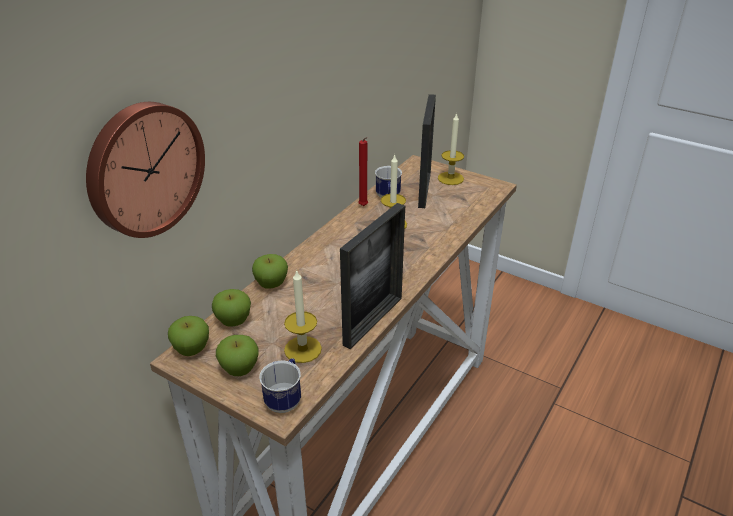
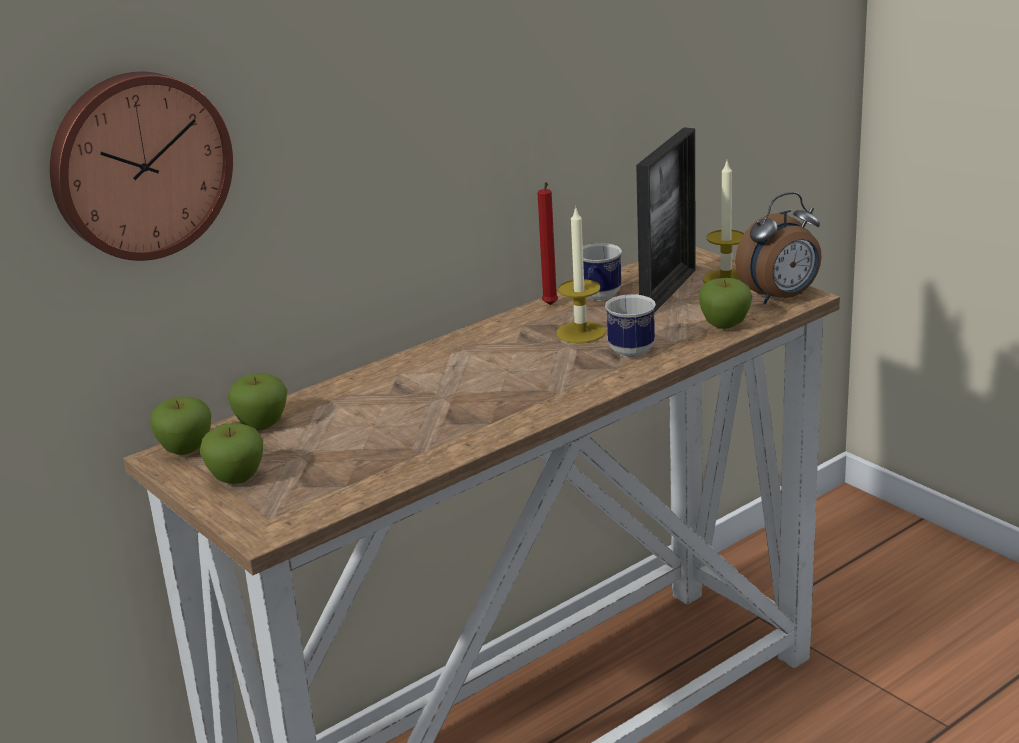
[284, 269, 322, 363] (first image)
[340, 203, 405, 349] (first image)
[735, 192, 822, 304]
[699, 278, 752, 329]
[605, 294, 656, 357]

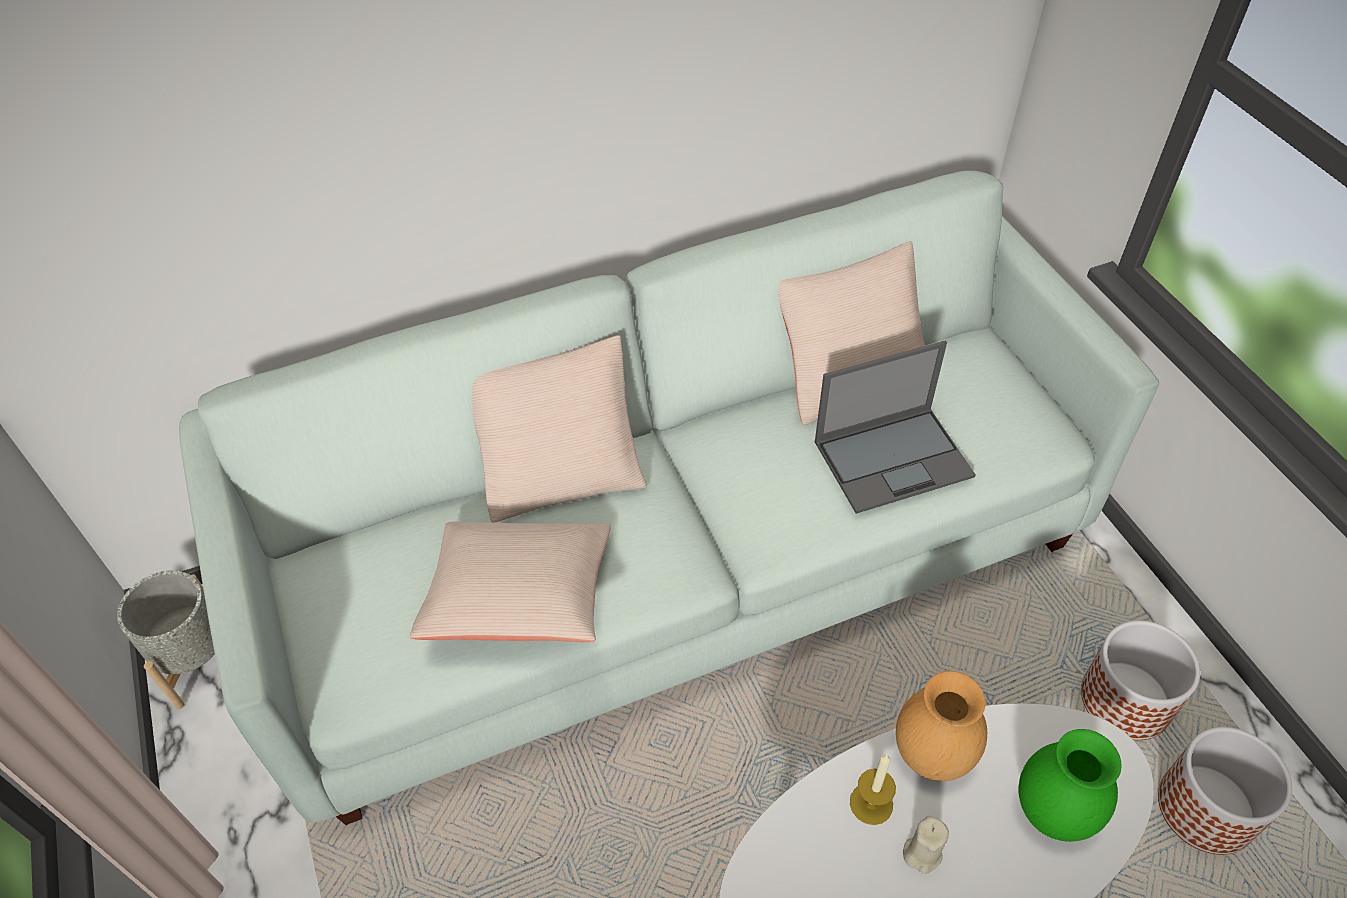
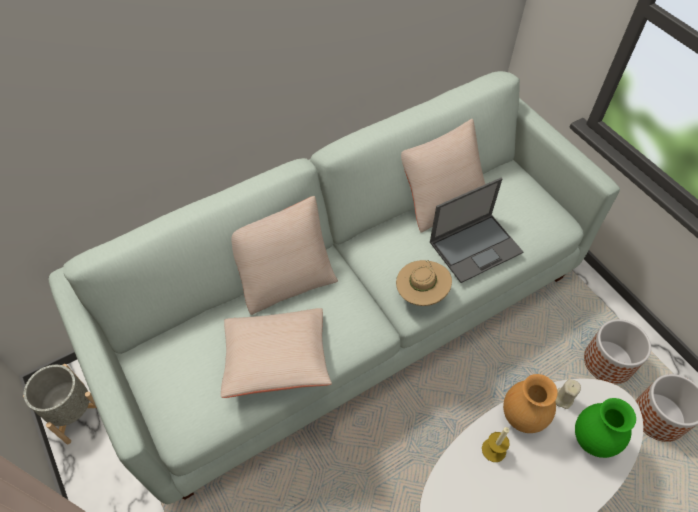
[396, 260, 452, 306]
[555, 379, 581, 409]

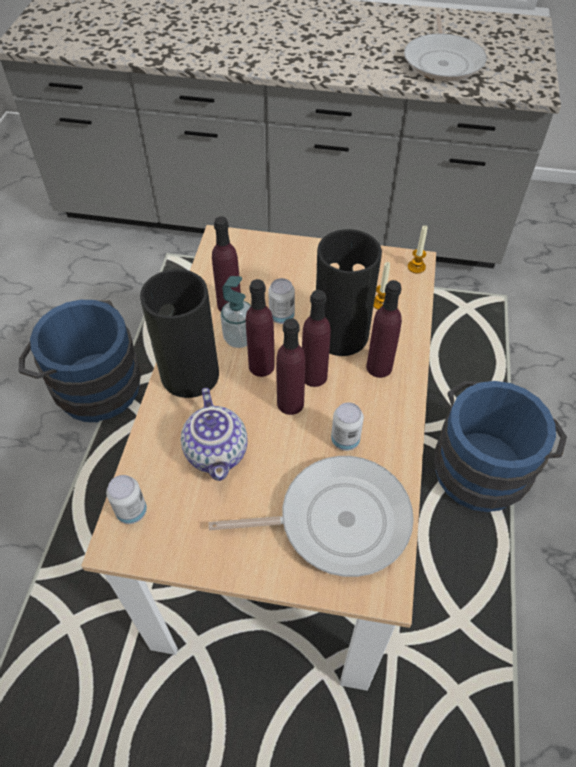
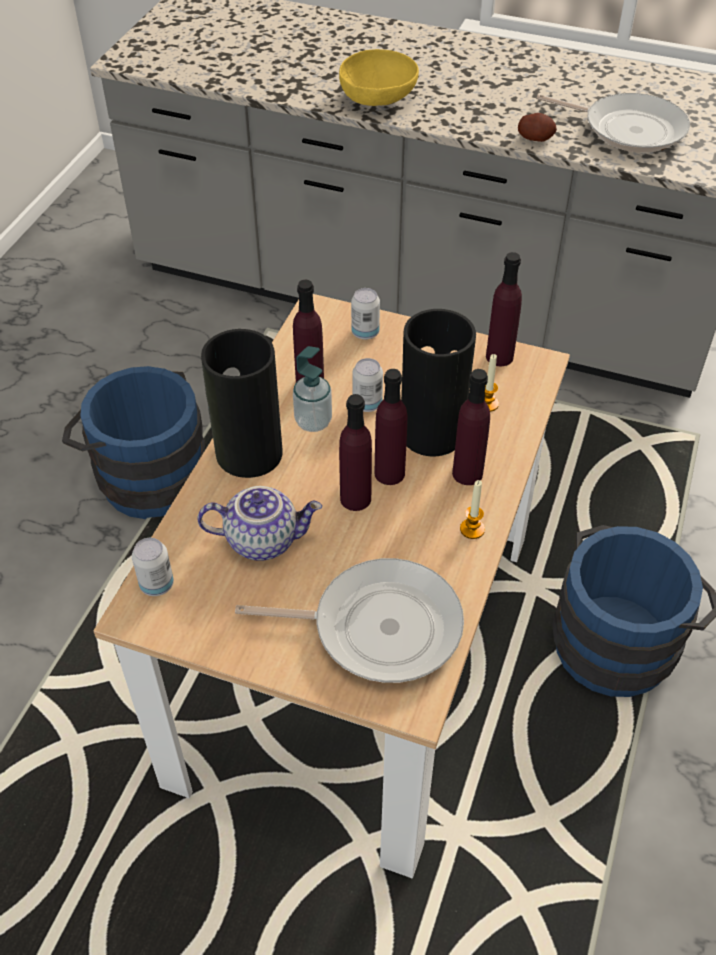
[339, 49, 419, 106]
[518, 113, 557, 142]
[486, 252, 522, 366]
[351, 288, 380, 340]
[460, 480, 485, 539]
[198, 486, 322, 561]
[537, 93, 690, 153]

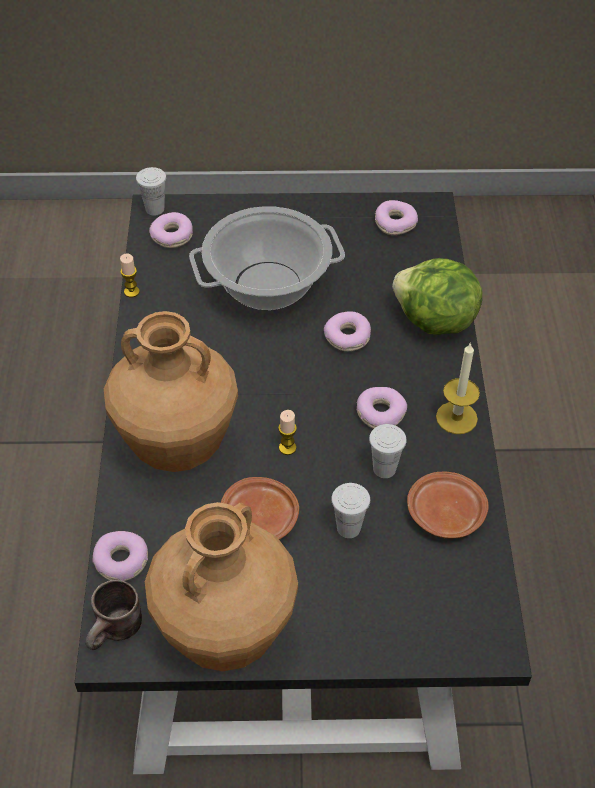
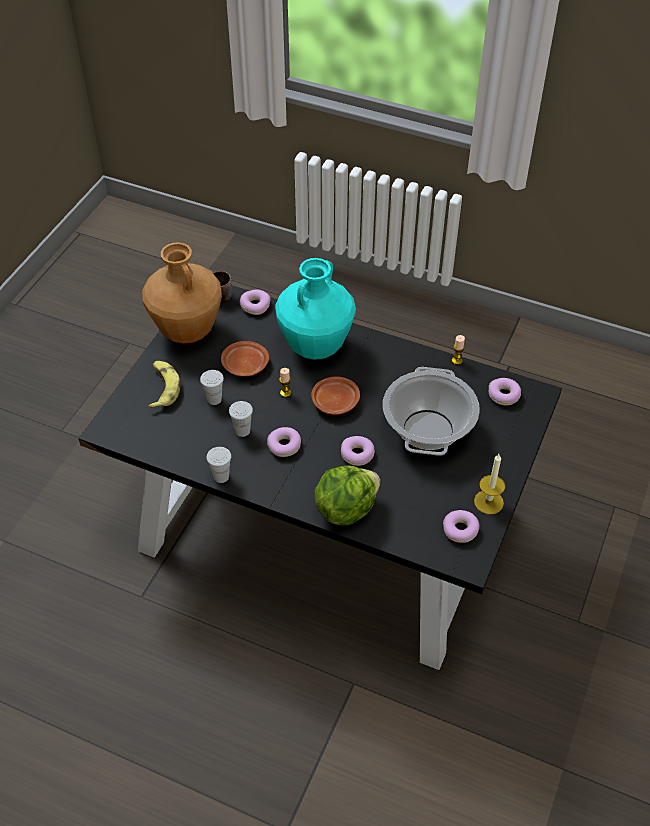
[148, 361, 180, 409]
[207, 447, 231, 483]
[311, 376, 360, 415]
[474, 454, 505, 514]
[275, 258, 356, 360]

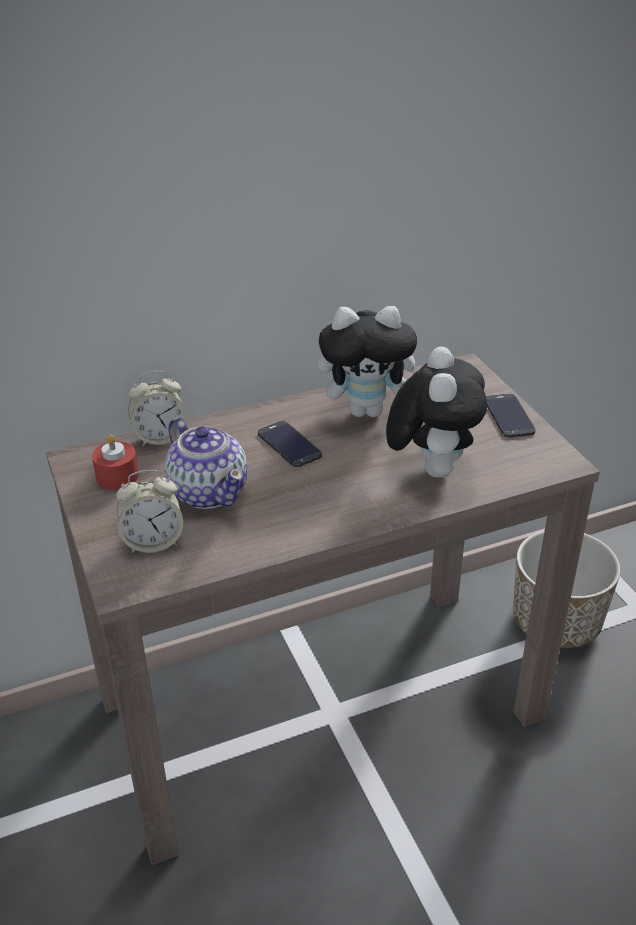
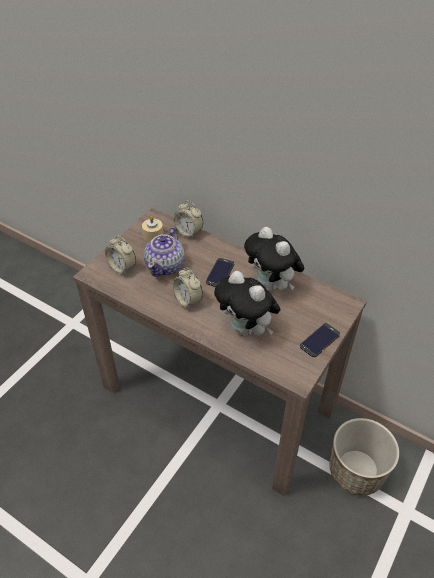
[173, 267, 203, 309]
[142, 216, 163, 242]
[214, 271, 280, 336]

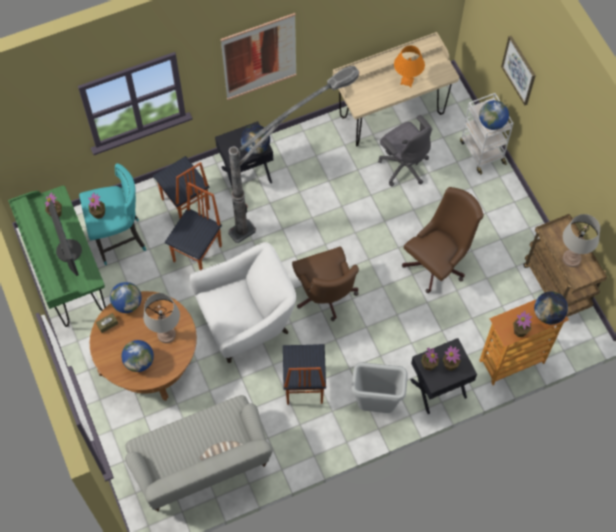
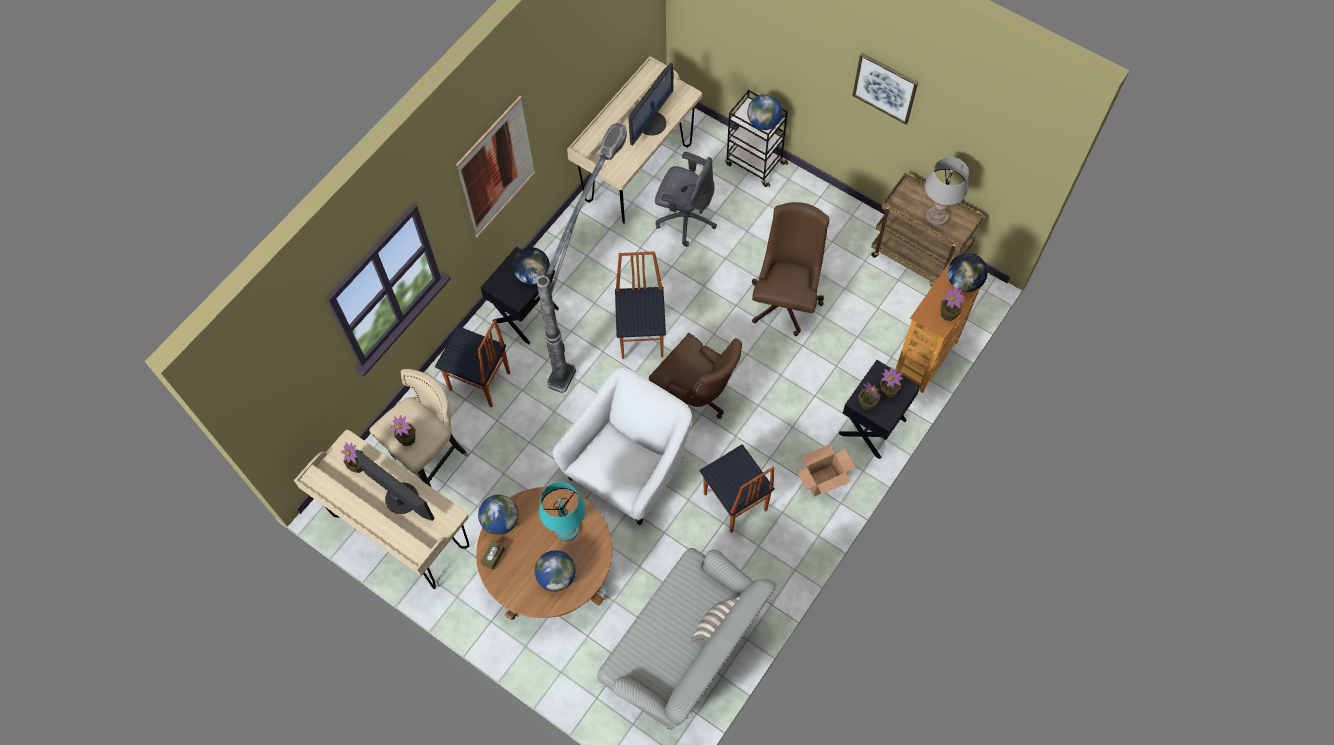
[615, 251, 666, 359]
[852, 53, 918, 124]
[797, 444, 855, 497]
[628, 63, 673, 146]
[294, 430, 469, 589]
[369, 369, 469, 487]
[539, 482, 586, 541]
[725, 90, 788, 187]

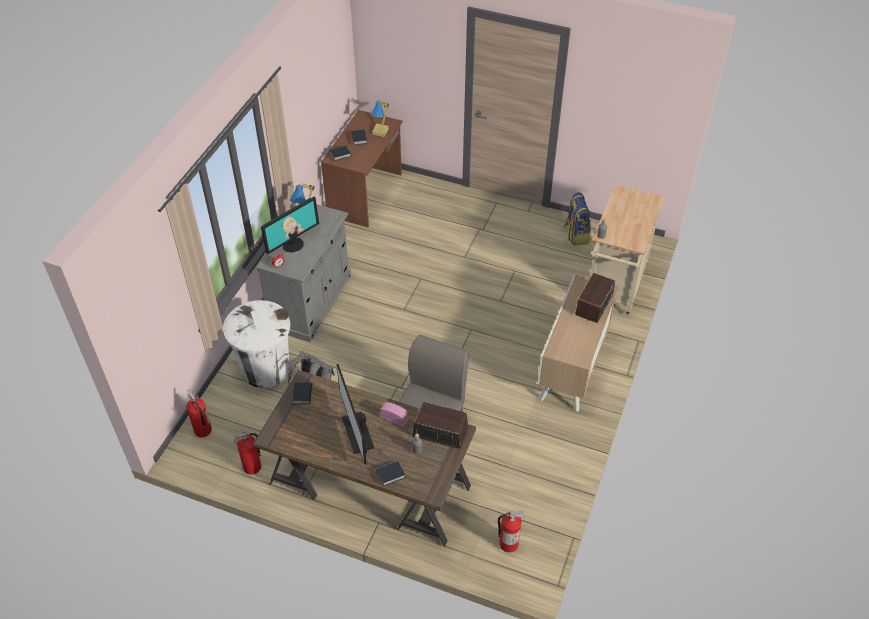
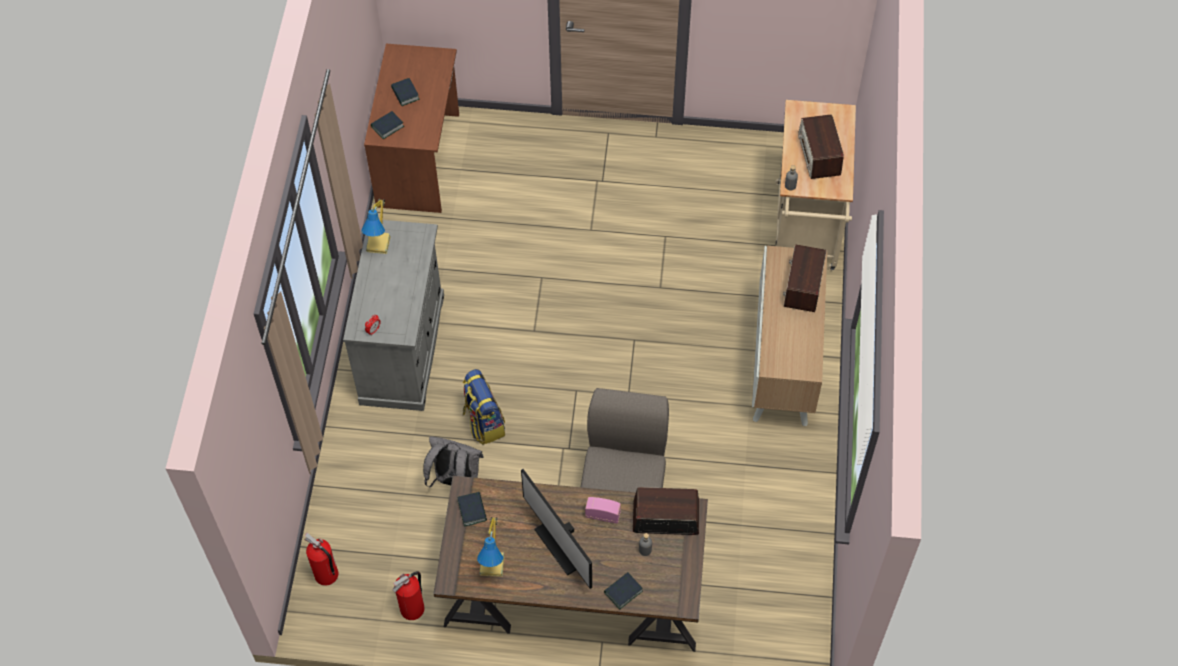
[223, 300, 290, 388] (first image)
[261, 197, 319, 254] (first image)
[498, 510, 524, 553] (first image)
[798, 114, 844, 179]
[477, 517, 504, 576]
[463, 369, 505, 445]

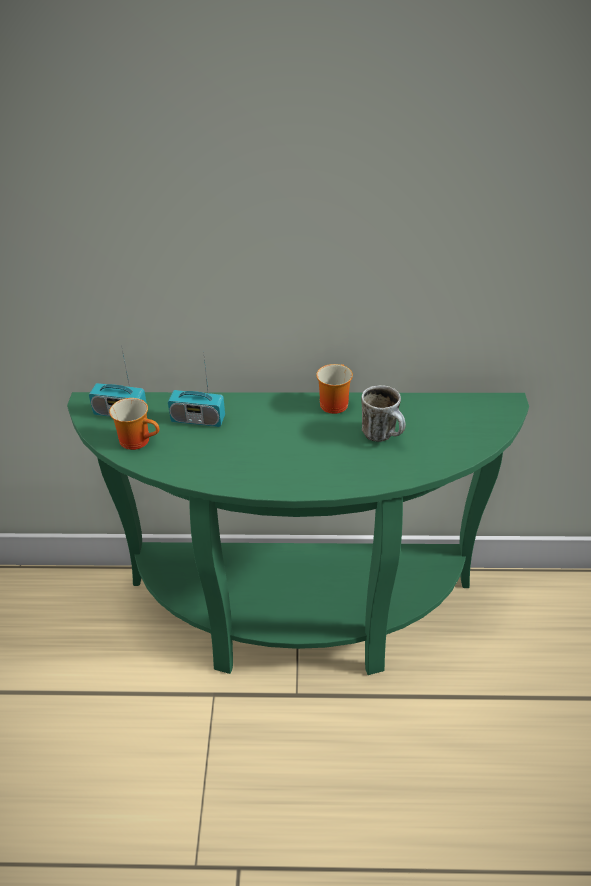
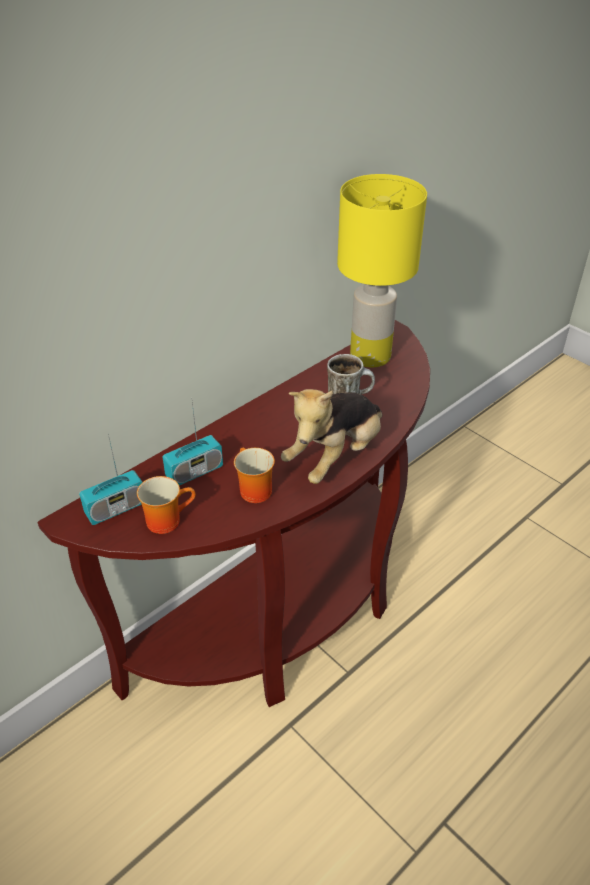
[281, 389, 383, 484]
[337, 174, 427, 367]
[234, 447, 275, 503]
[38, 320, 430, 707]

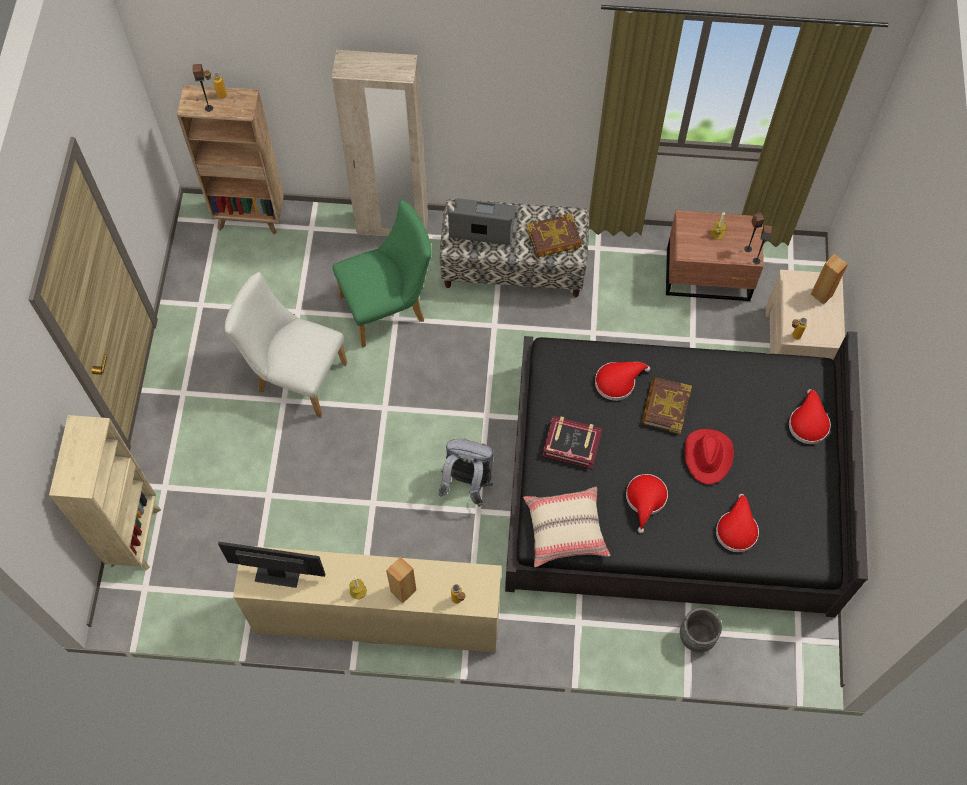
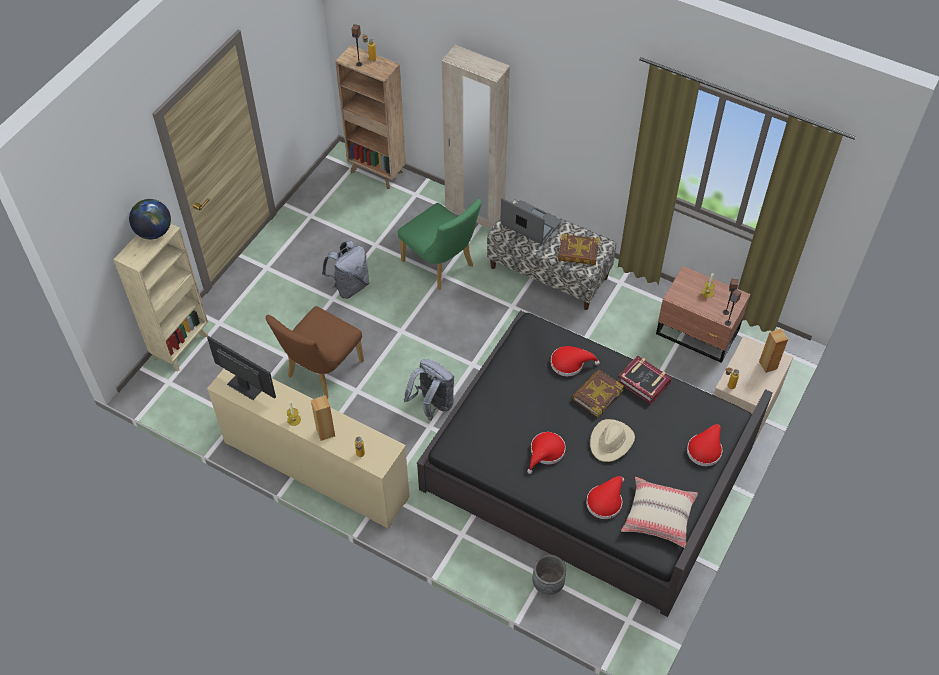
[129, 199, 171, 239]
[265, 306, 364, 399]
[621, 477, 698, 548]
[618, 355, 672, 404]
[322, 240, 370, 299]
[590, 419, 635, 462]
[398, 199, 482, 290]

